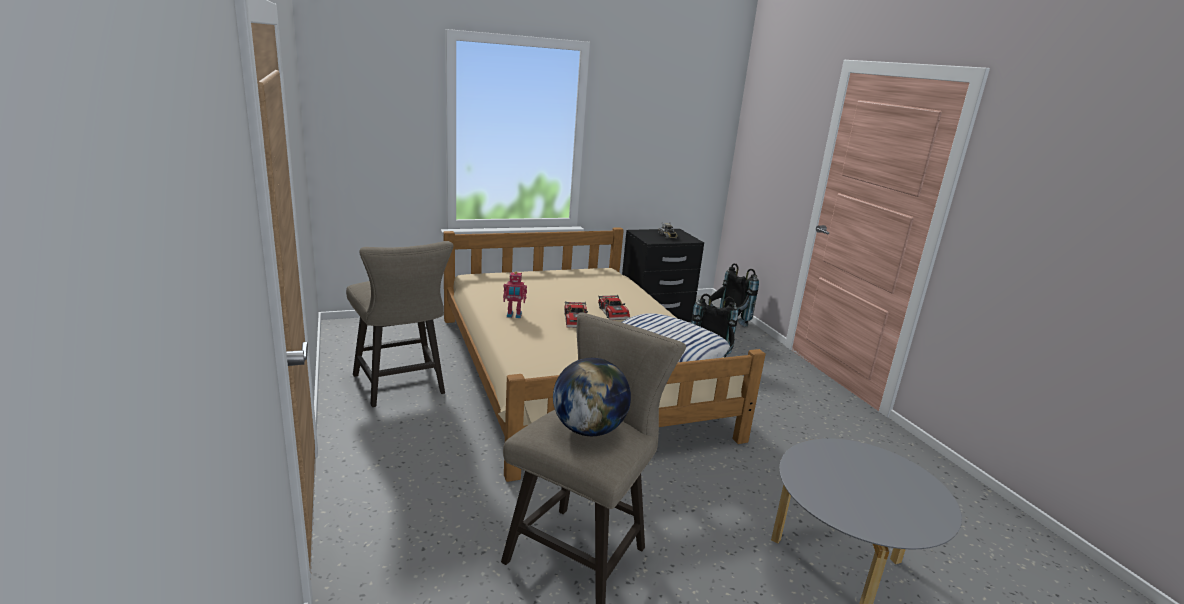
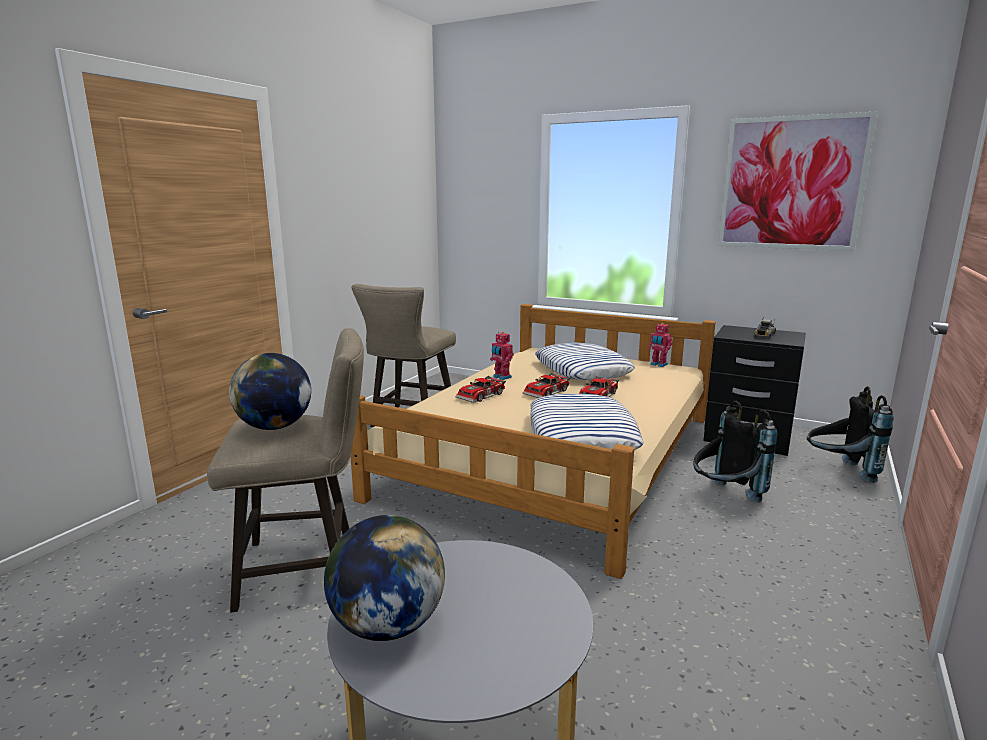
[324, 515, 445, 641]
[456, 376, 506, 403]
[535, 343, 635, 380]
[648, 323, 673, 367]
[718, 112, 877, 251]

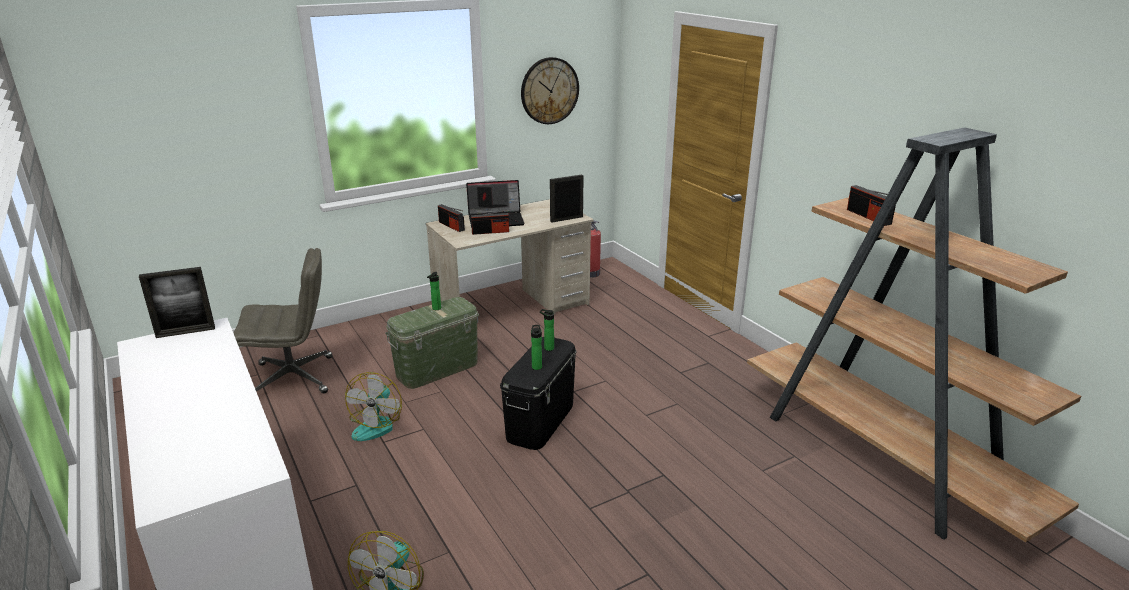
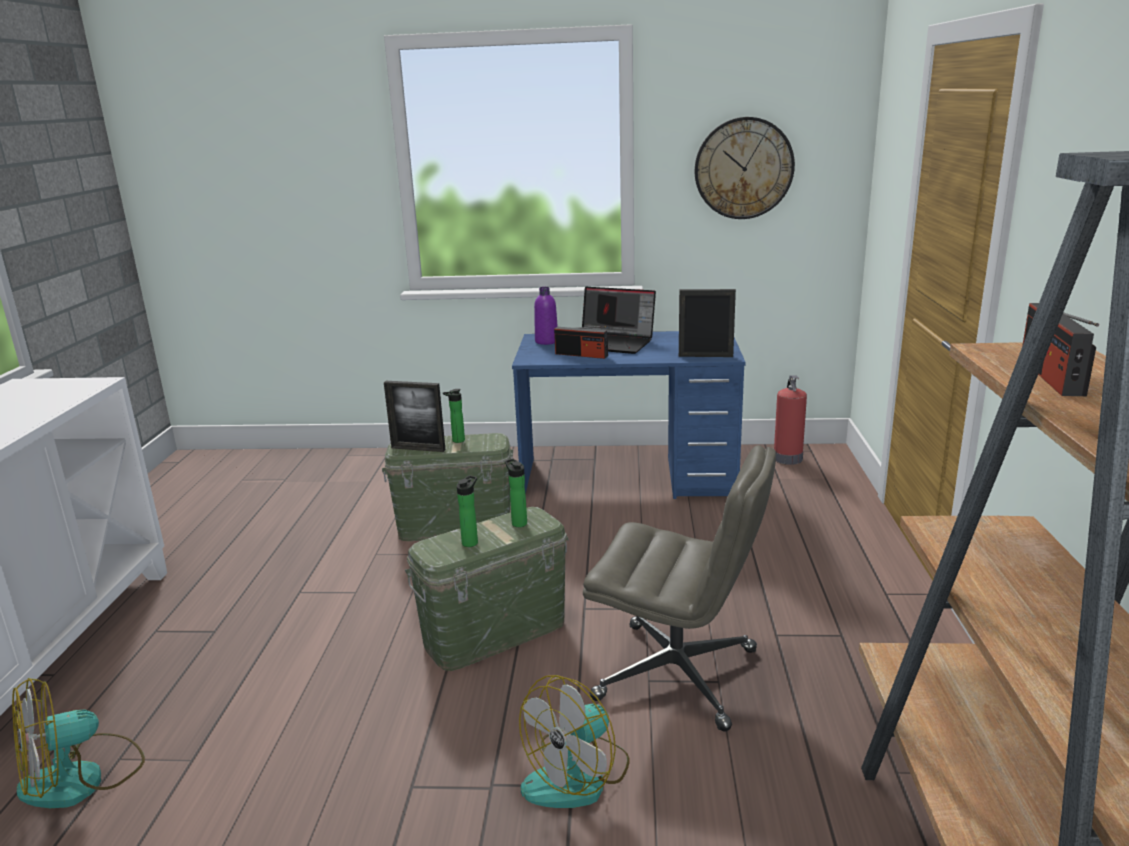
[384, 381, 445, 452]
[583, 445, 776, 732]
[519, 675, 629, 808]
[534, 287, 558, 345]
[512, 331, 746, 499]
[405, 507, 569, 671]

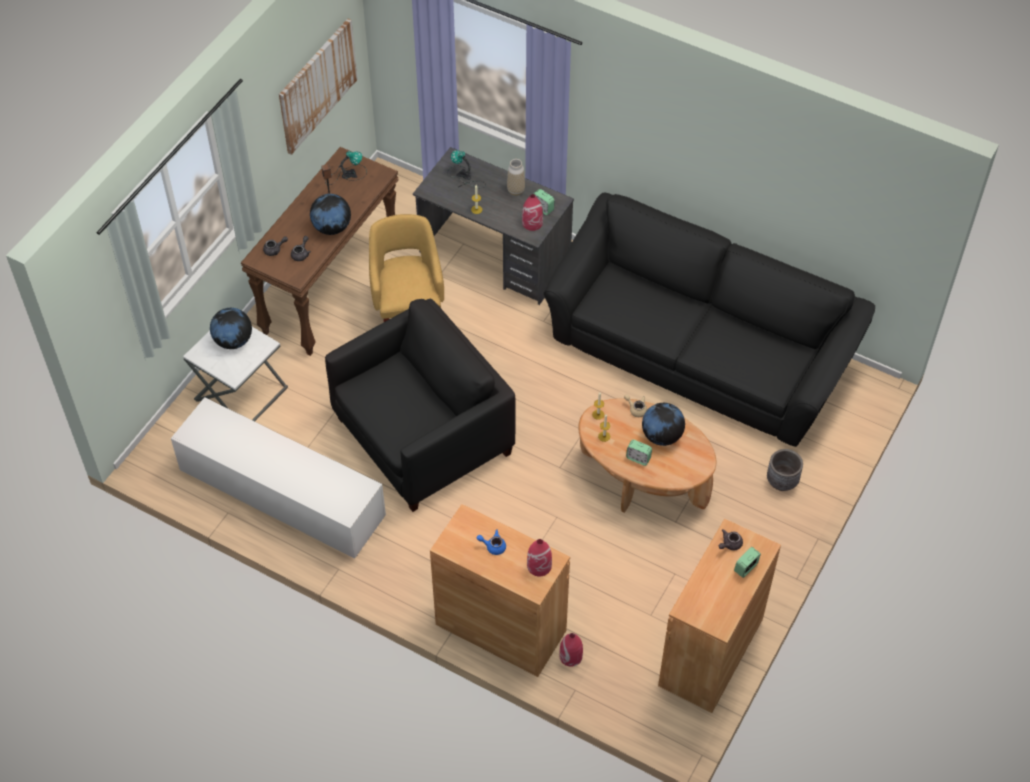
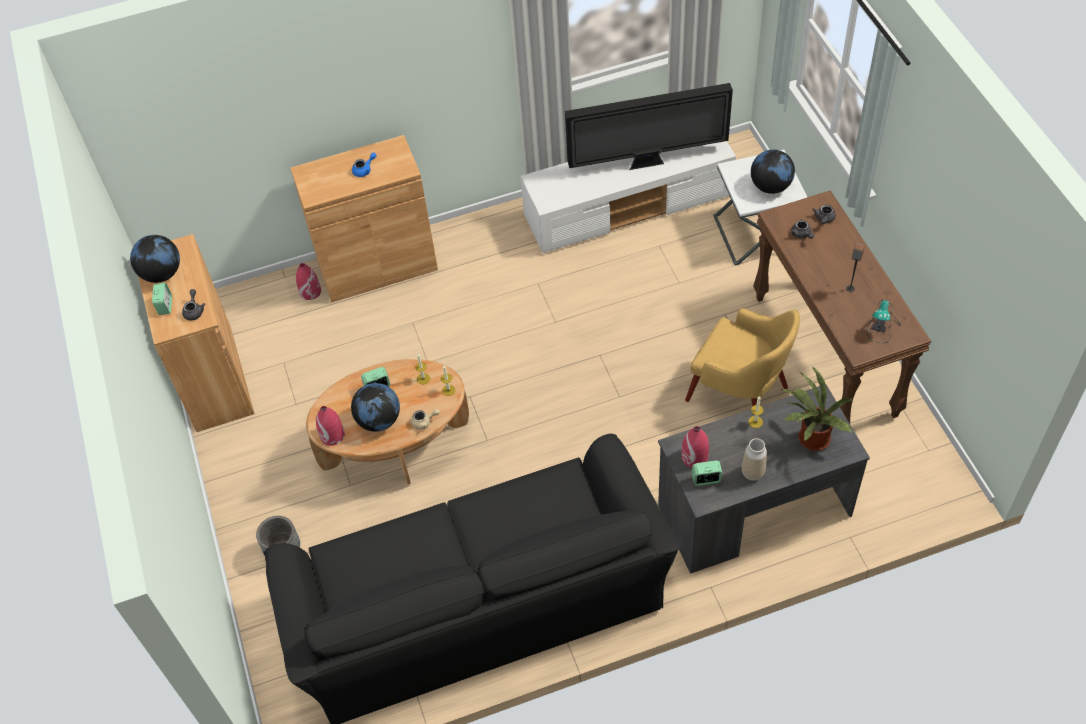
[279, 19, 358, 155] (first image)
[325, 299, 516, 512] (first image)
[565, 83, 733, 170]
[130, 235, 180, 283]
[316, 406, 345, 446]
[780, 366, 853, 451]

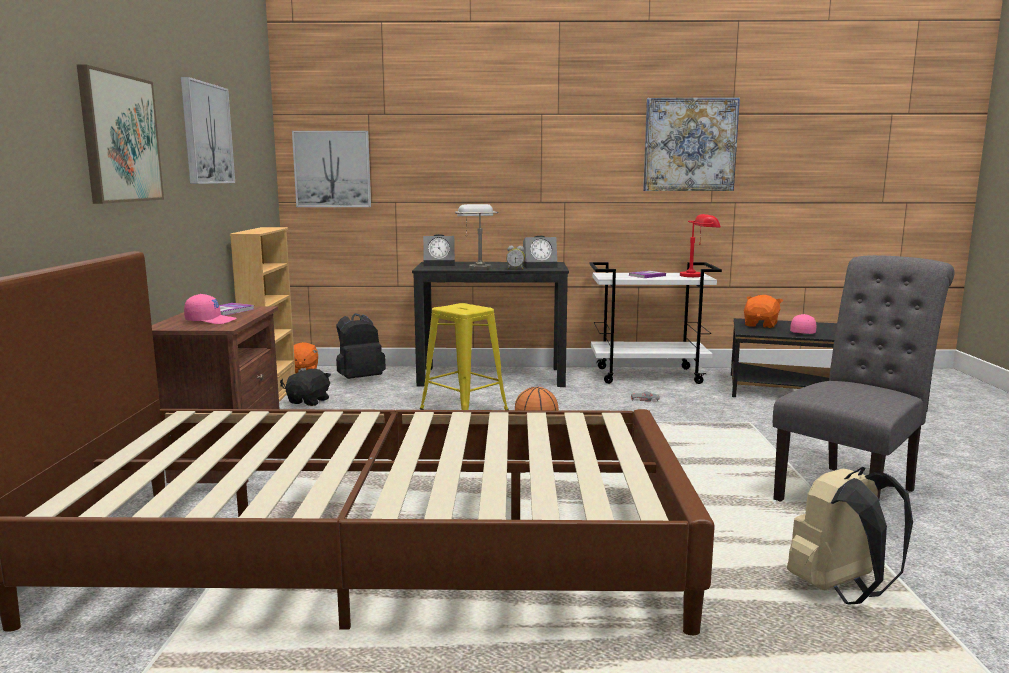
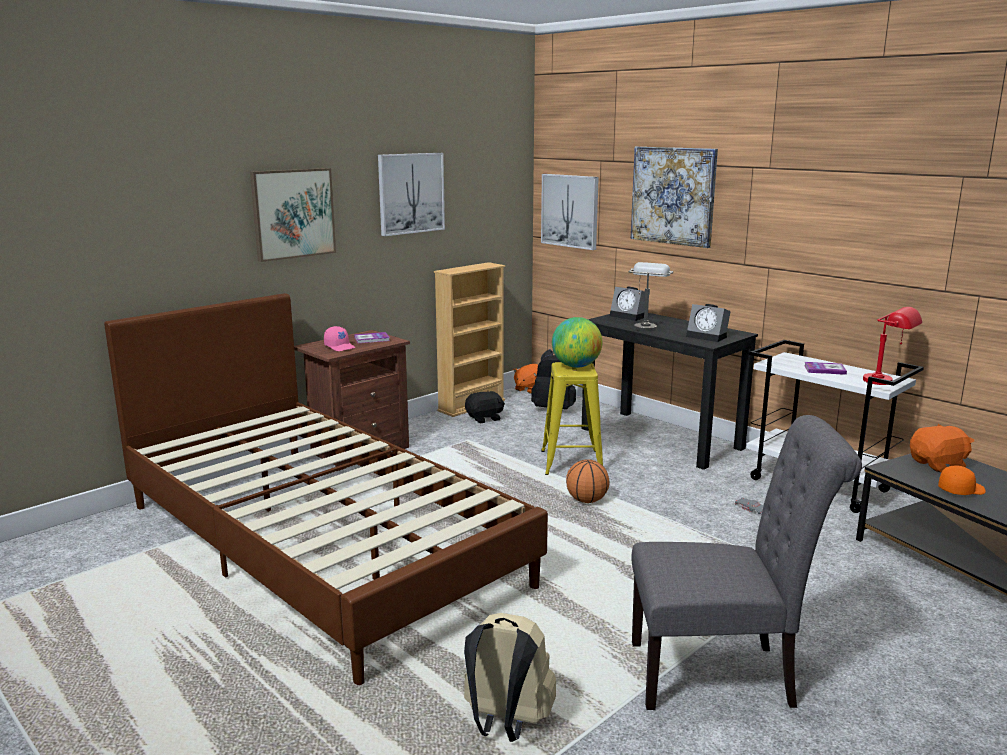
[506, 246, 525, 269] (first image)
[552, 317, 602, 368]
[631, 147, 718, 248]
[938, 465, 986, 495]

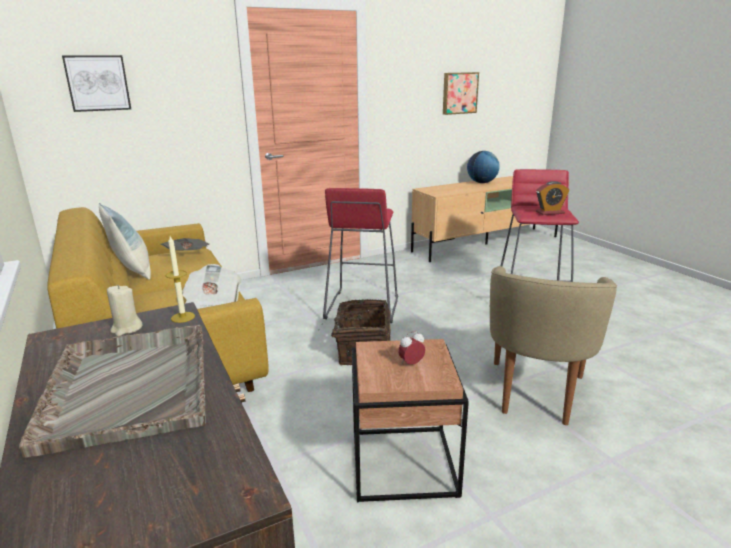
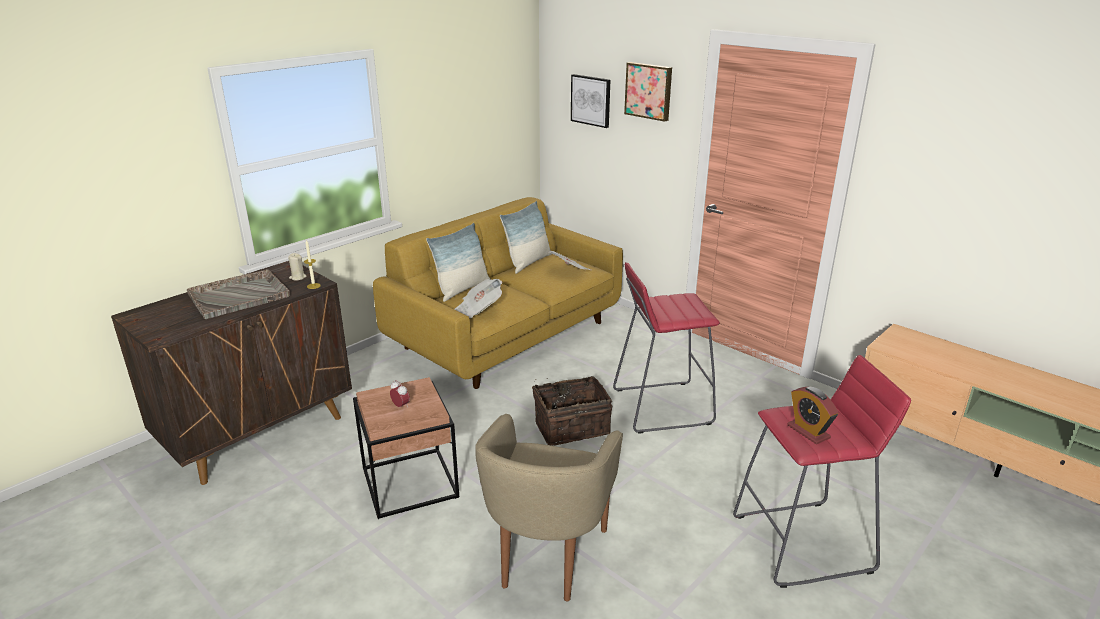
[467, 151, 500, 183] (first image)
[426, 223, 490, 302]
[624, 62, 672, 122]
[475, 414, 623, 601]

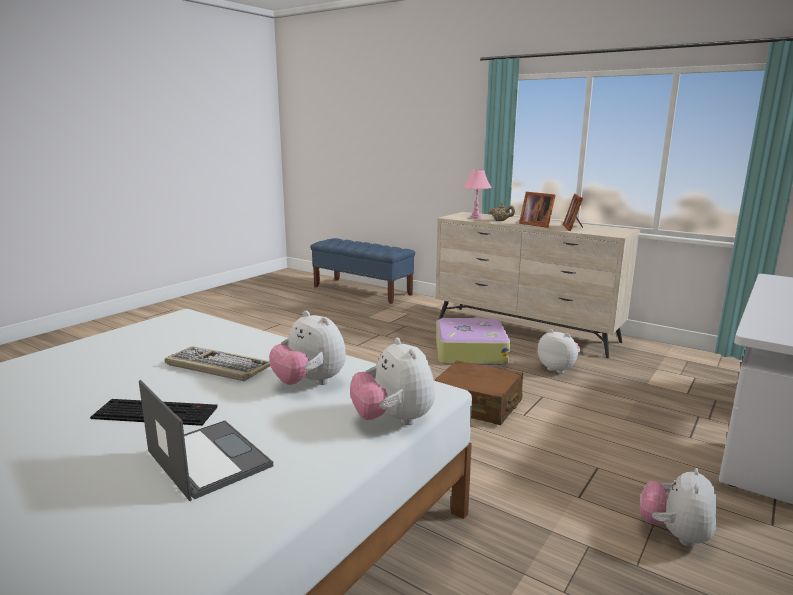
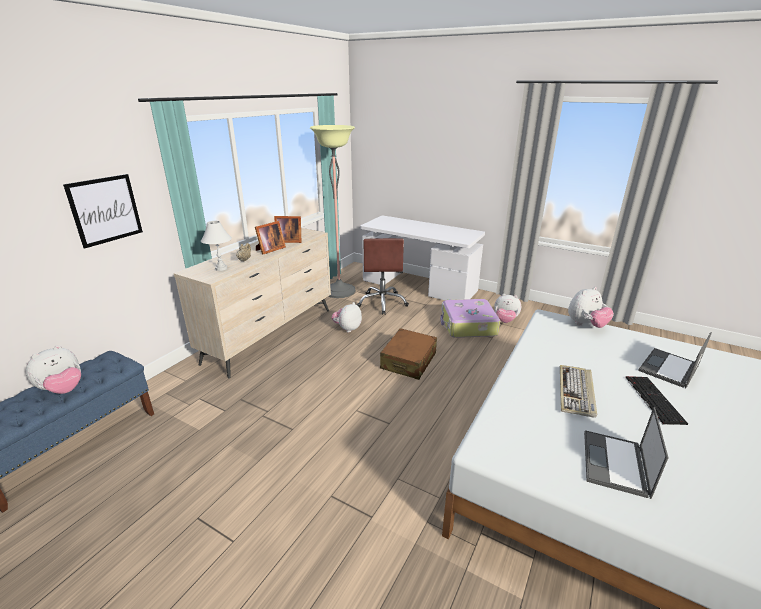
[63, 174, 143, 249]
[310, 125, 356, 298]
[357, 238, 409, 315]
[584, 407, 669, 499]
[26, 345, 81, 394]
[440, 299, 500, 338]
[201, 221, 232, 271]

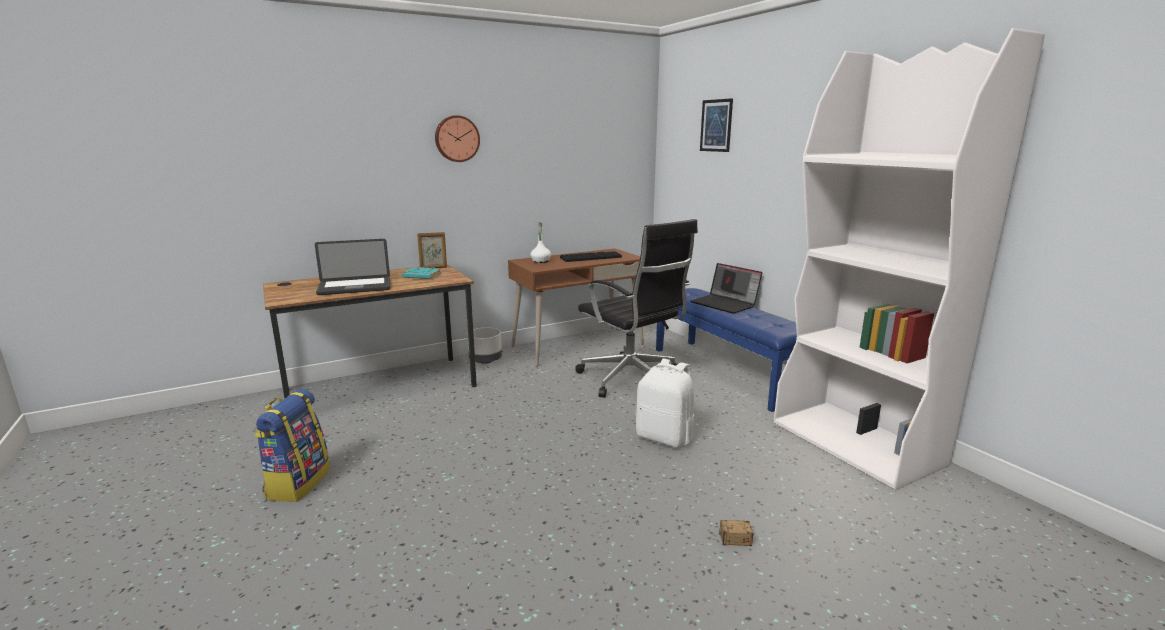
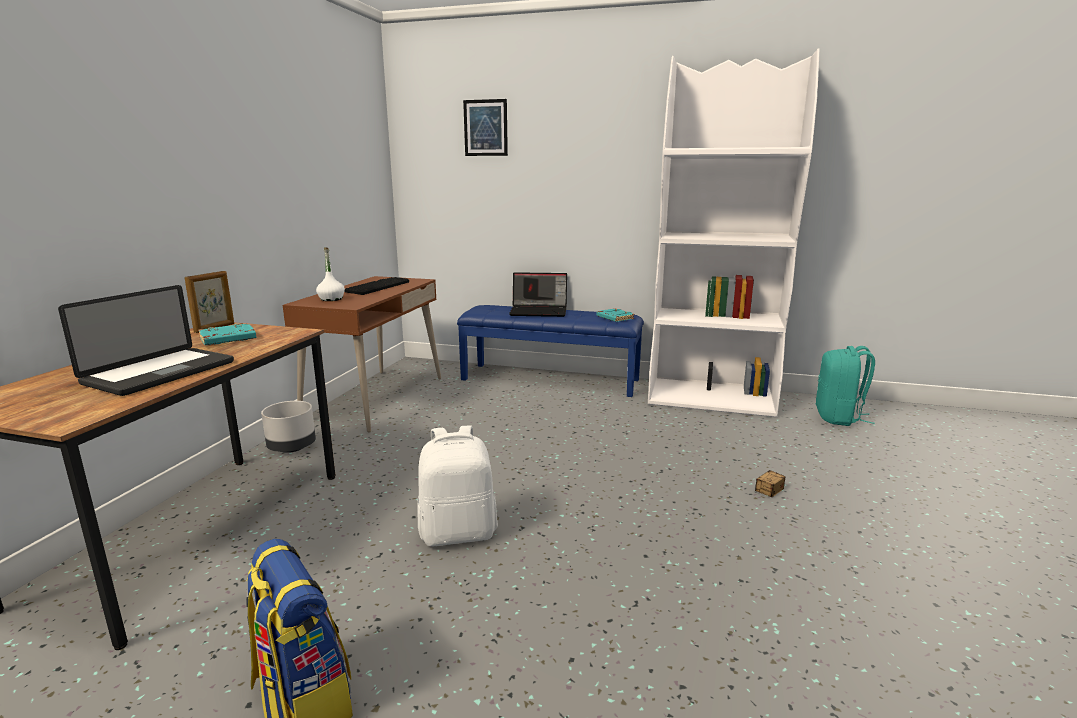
[435, 115, 480, 162] (first image)
[575, 219, 698, 398] (first image)
[596, 308, 635, 322]
[816, 346, 875, 426]
[417, 425, 498, 547]

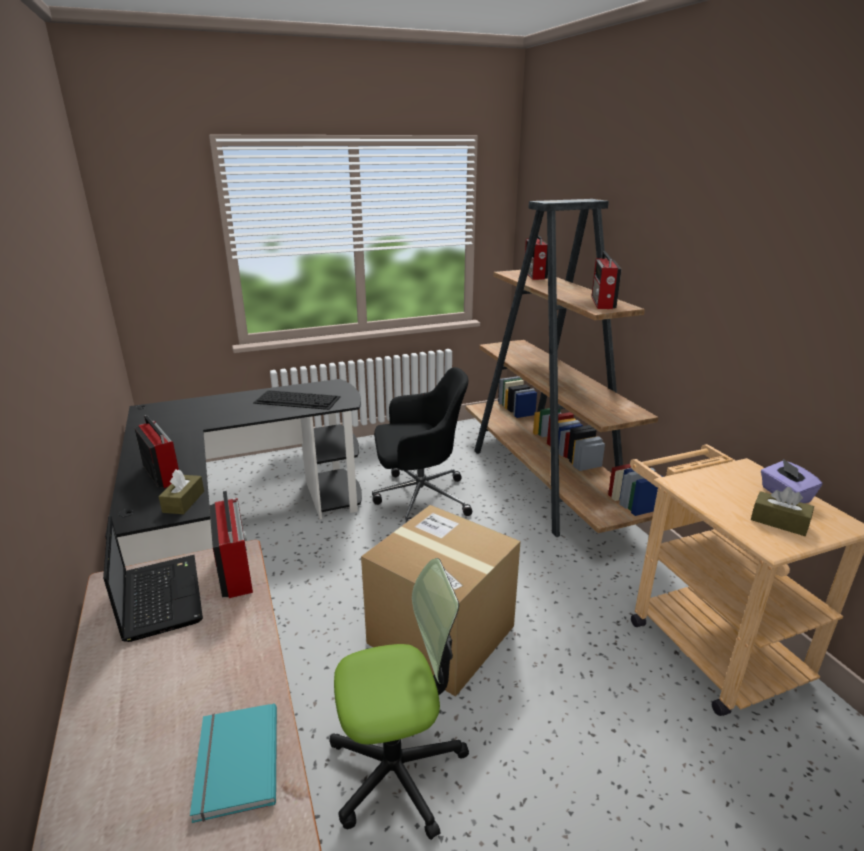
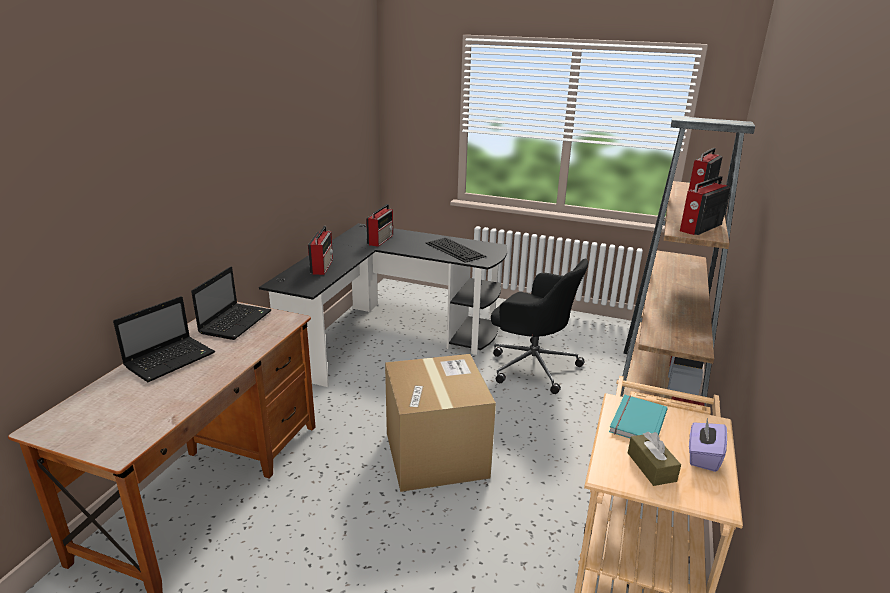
[159, 470, 204, 514] (first image)
[329, 558, 469, 840] (first image)
[113, 296, 215, 382]
[609, 394, 668, 438]
[366, 204, 393, 247]

